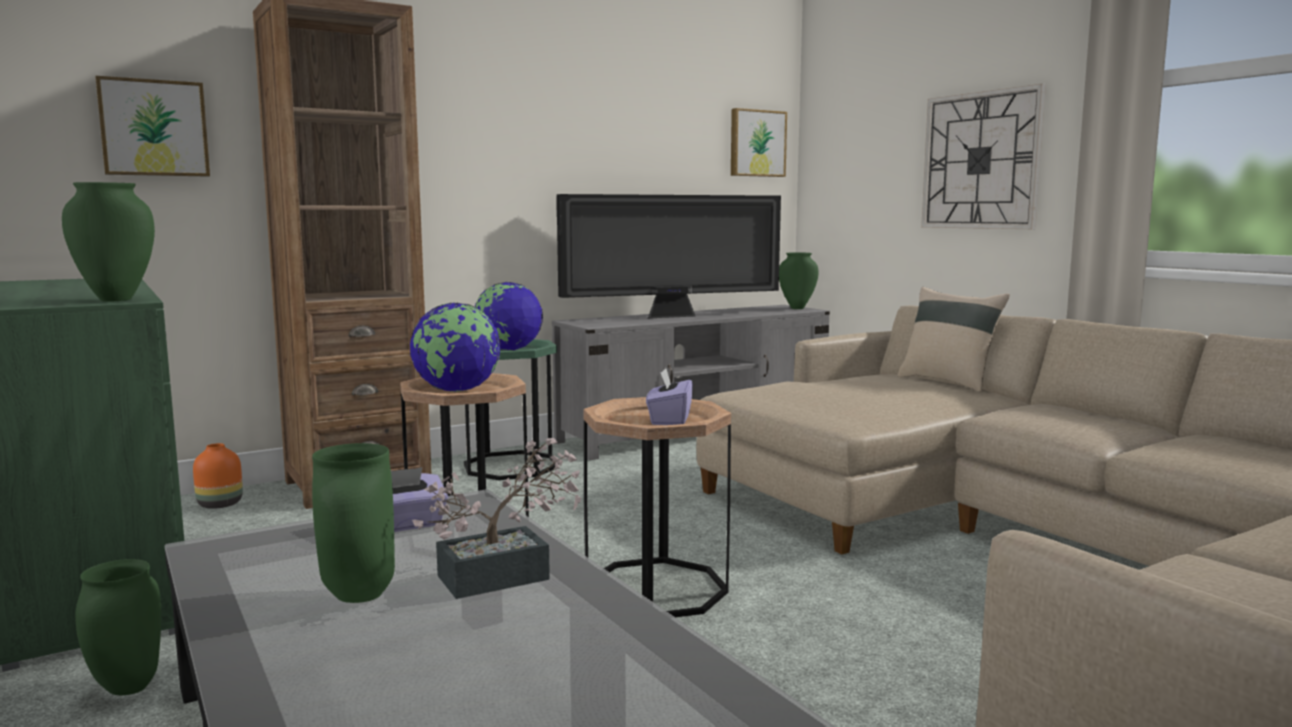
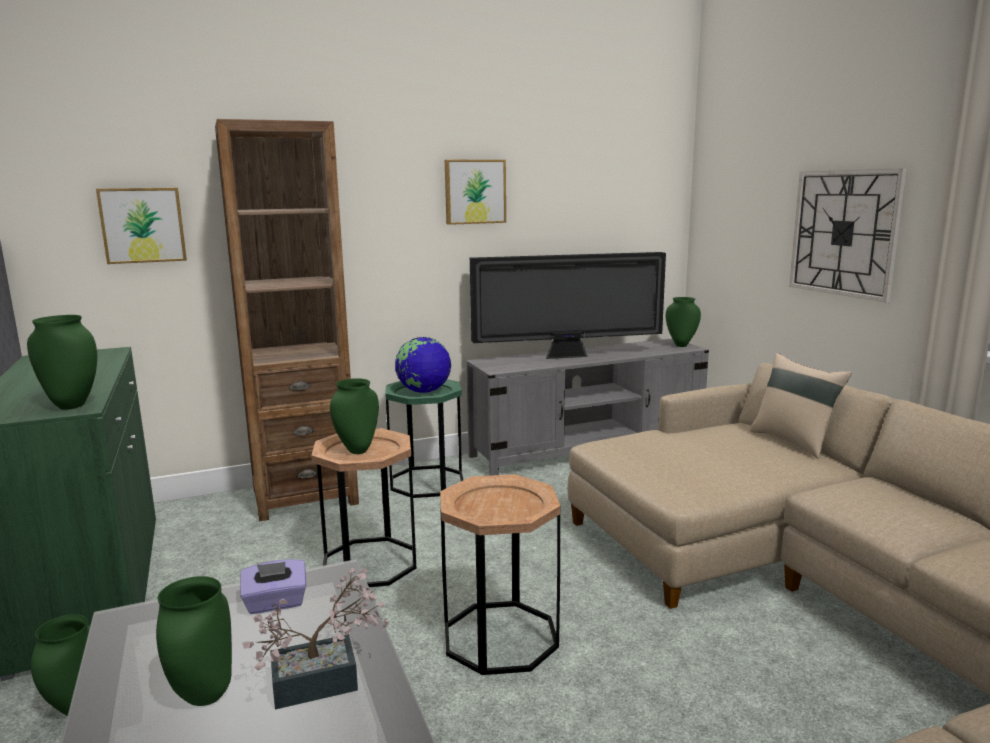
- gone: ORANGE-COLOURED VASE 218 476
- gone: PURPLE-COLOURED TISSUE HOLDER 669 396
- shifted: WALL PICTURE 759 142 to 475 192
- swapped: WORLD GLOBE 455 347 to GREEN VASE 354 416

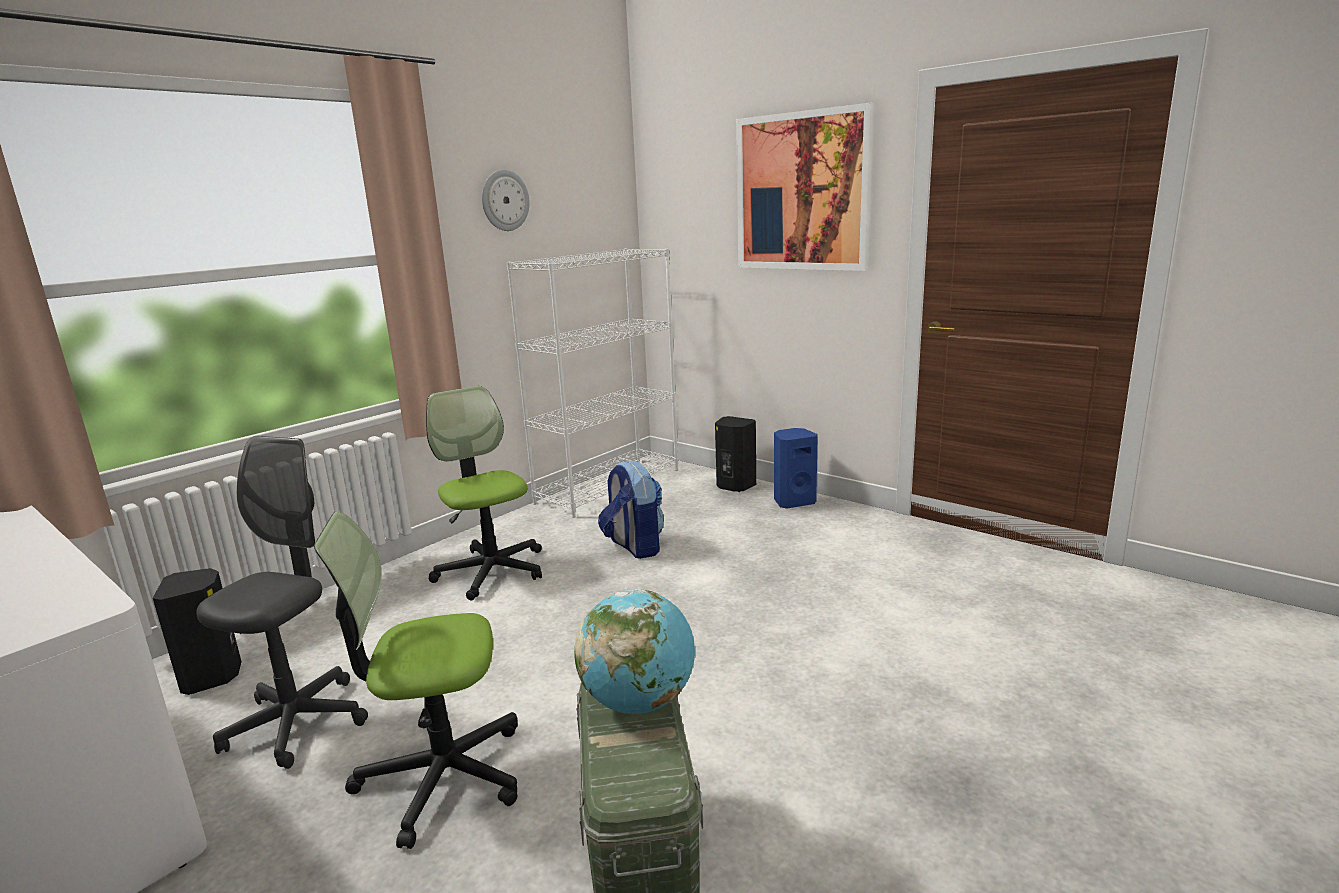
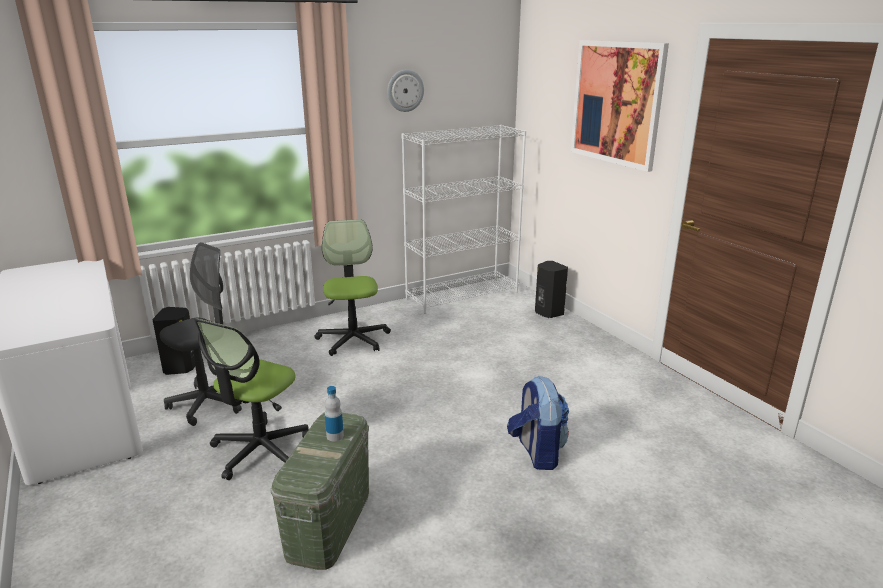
- gone: BLUISH SPEAKER 796 468
- shifted: RUCKSACK 631 509 to 538 423
- swapped: WORLD GLOBE 634 651 to BEVERAGE BOTTLE 334 413
- rotated: COMPUTER CHAIR 416 680 = 251 399 75 degrees counterclockwise

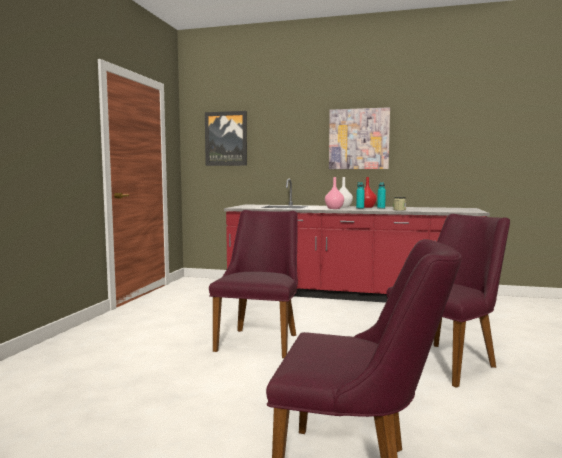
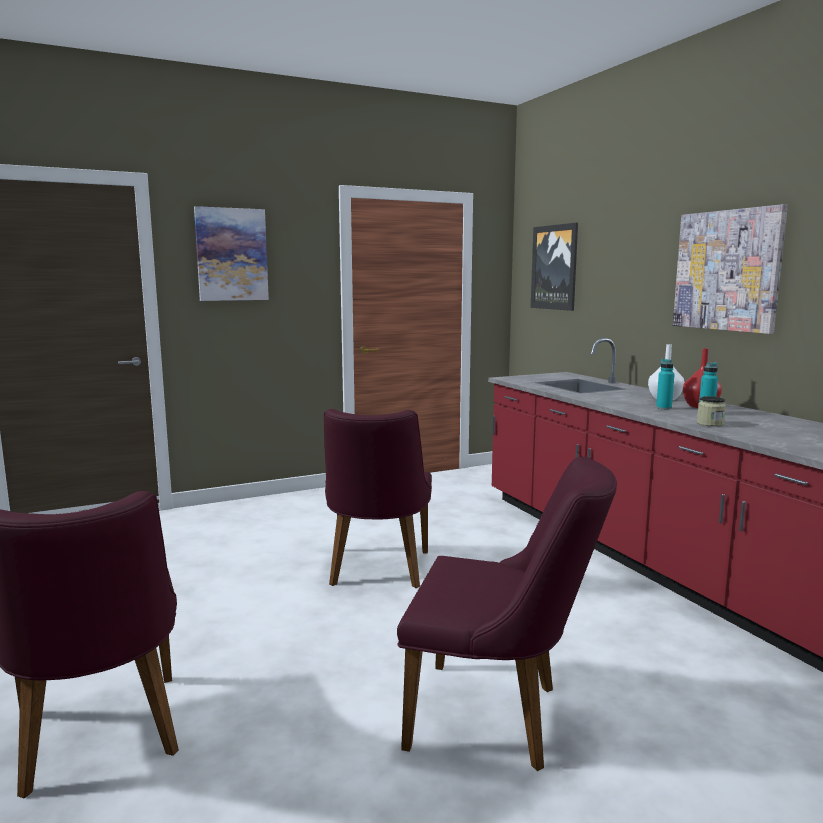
- gone: PINK VASE 334 193
- new: WALL PICTURE 231 253
- rotated: PURPLE-COLOURED PLAIN CHAIR 253 284 = 378 498 120 degrees clockwise

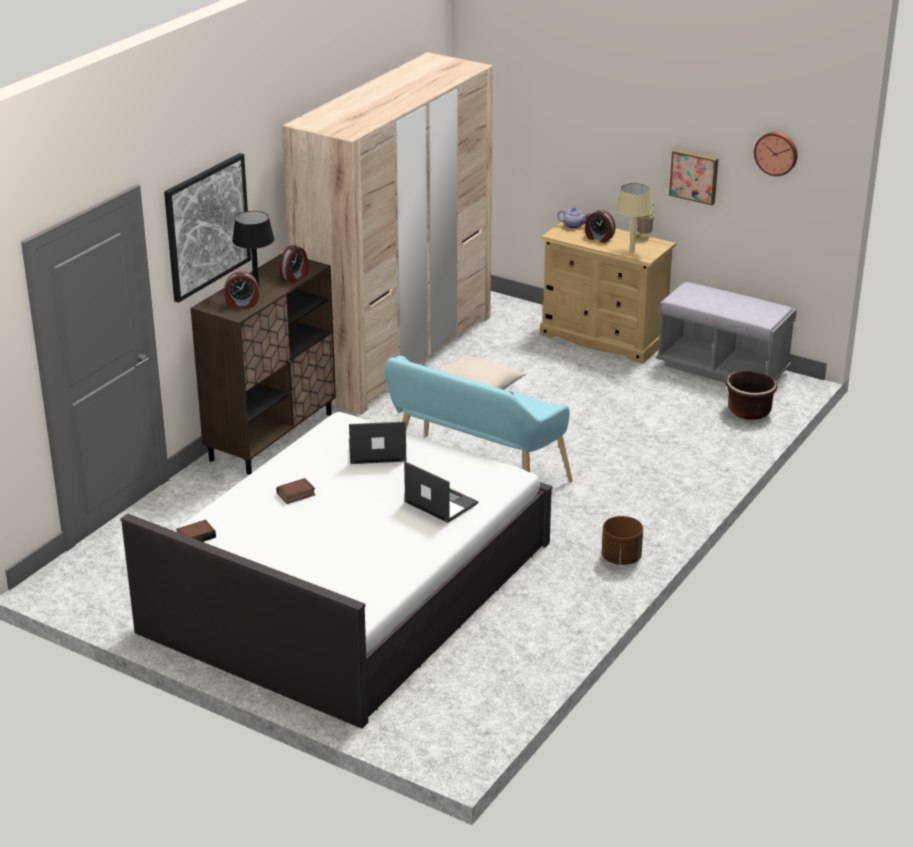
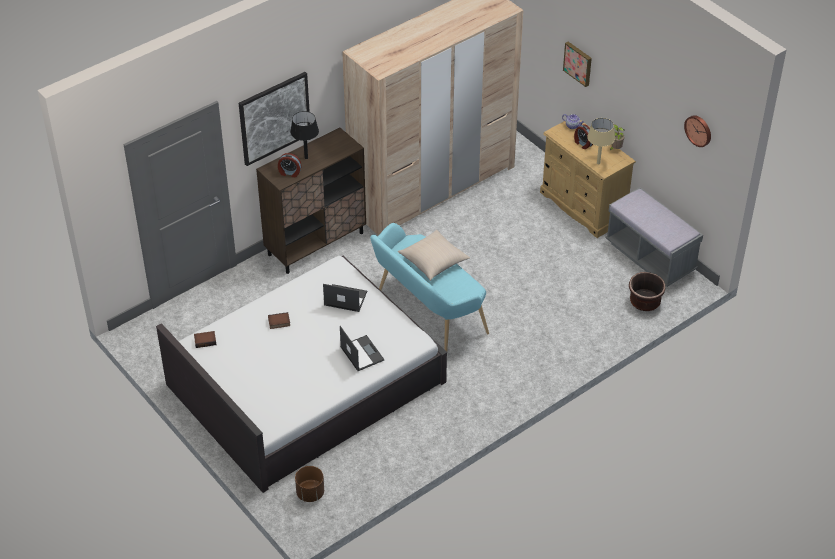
- gone: BEDSIDE CLOCK 293 264
- shifted: BROWNISH FLOWER POT 622 540 to 309 484
- shifted: WALL PICTURE 693 177 to 577 64

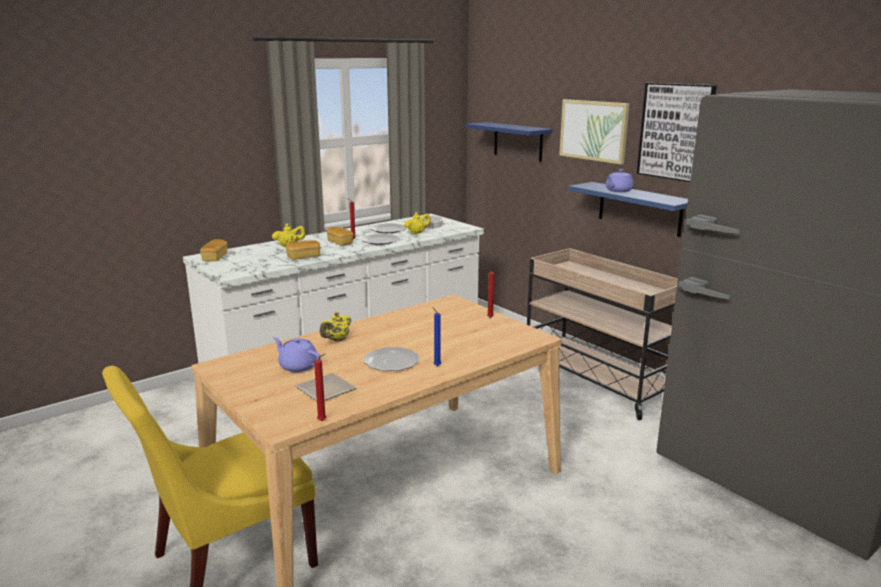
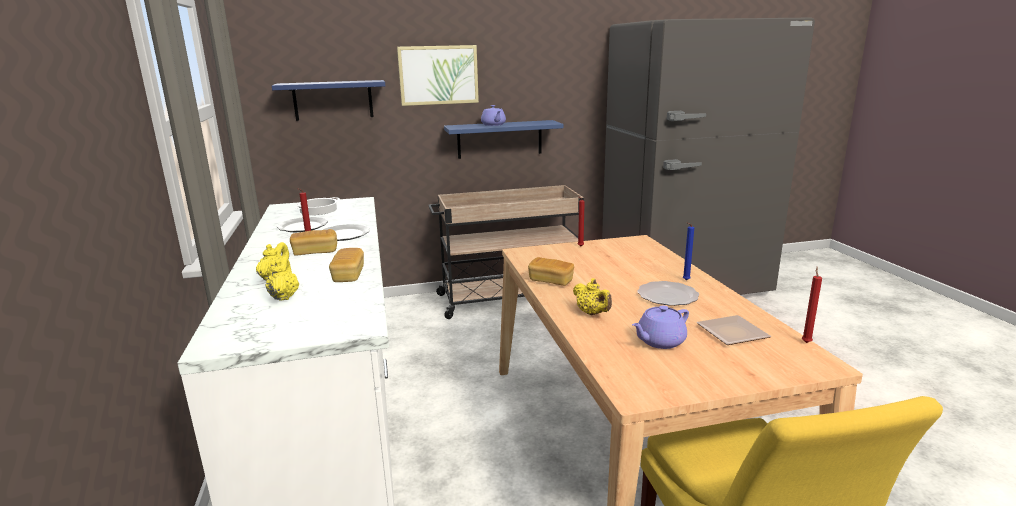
- gone: WALL PICTURE 677 132
- shifted: BREAD 213 250 to 551 271
- shifted: YELLOW-COLOURED POT FOR TEA 417 223 to 282 279

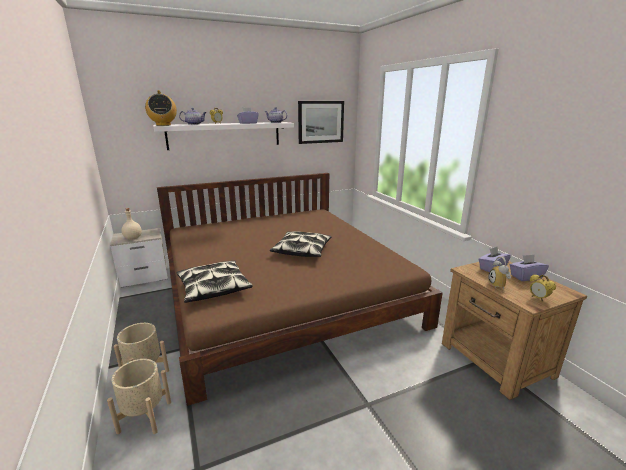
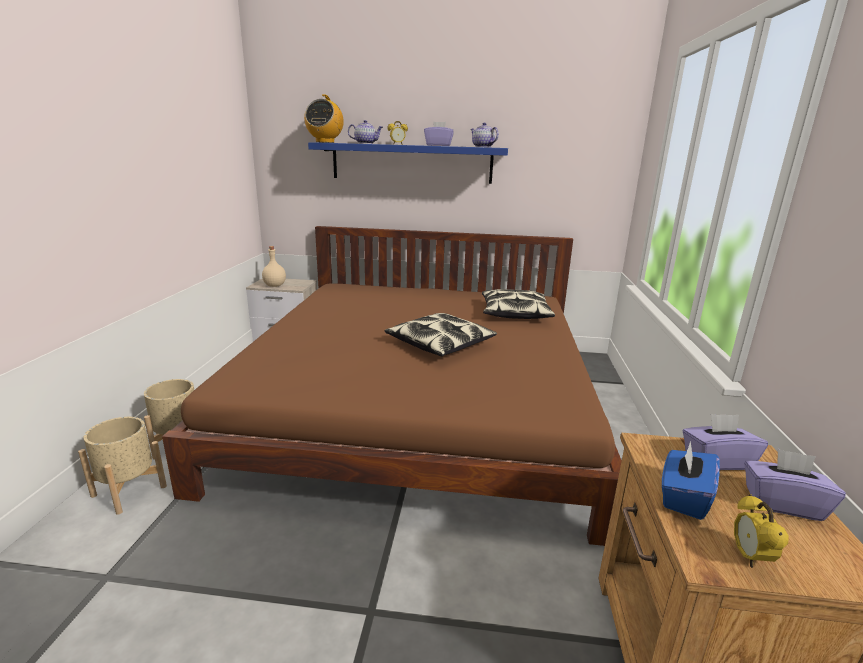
- gone: WALL PICTURE 321 122
- shifted: CUSHION 215 282 to 518 304
- swapped: BEDSIDE CLOCK 499 273 to BLUISH TISSUE HOLDER 691 480
- repainted: WHITE BRACKET SHELF 223 136 to BLUISH BRACKET SHELF 408 163

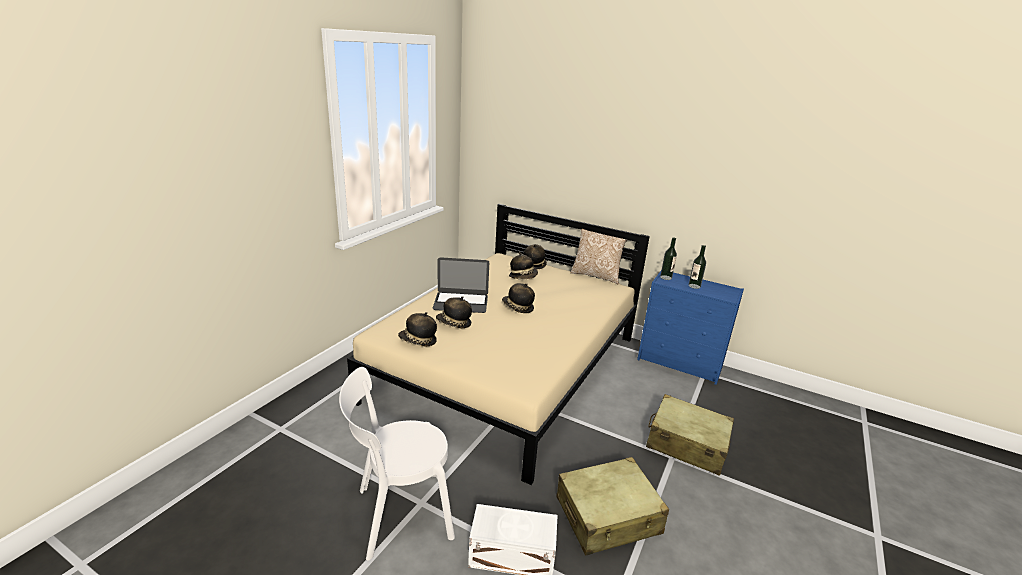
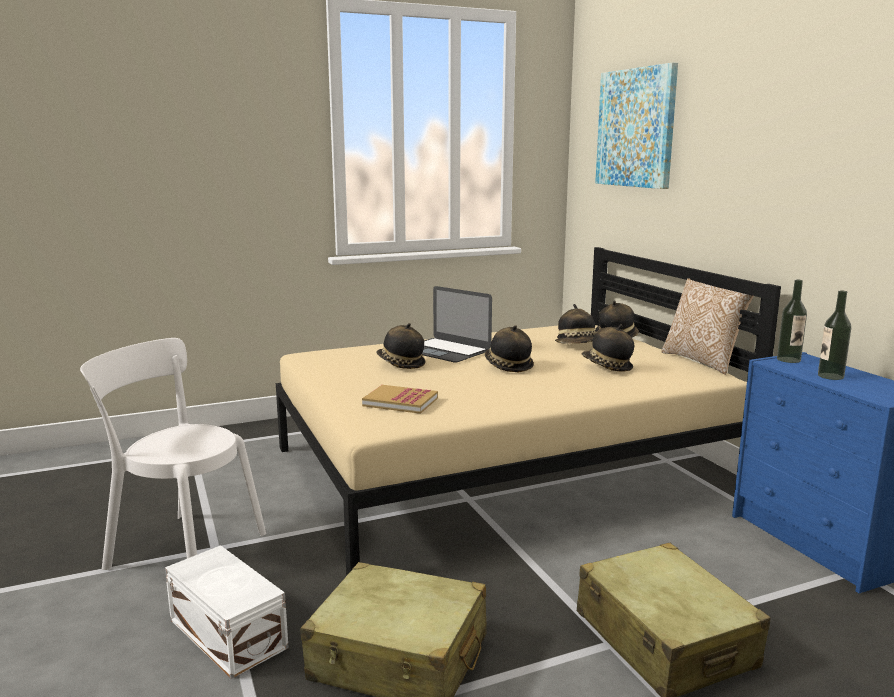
- new: BOOK 400 399
- new: WALL PICTURE 636 126
- shifted: CLOTHING HAT 417 329 to 608 348

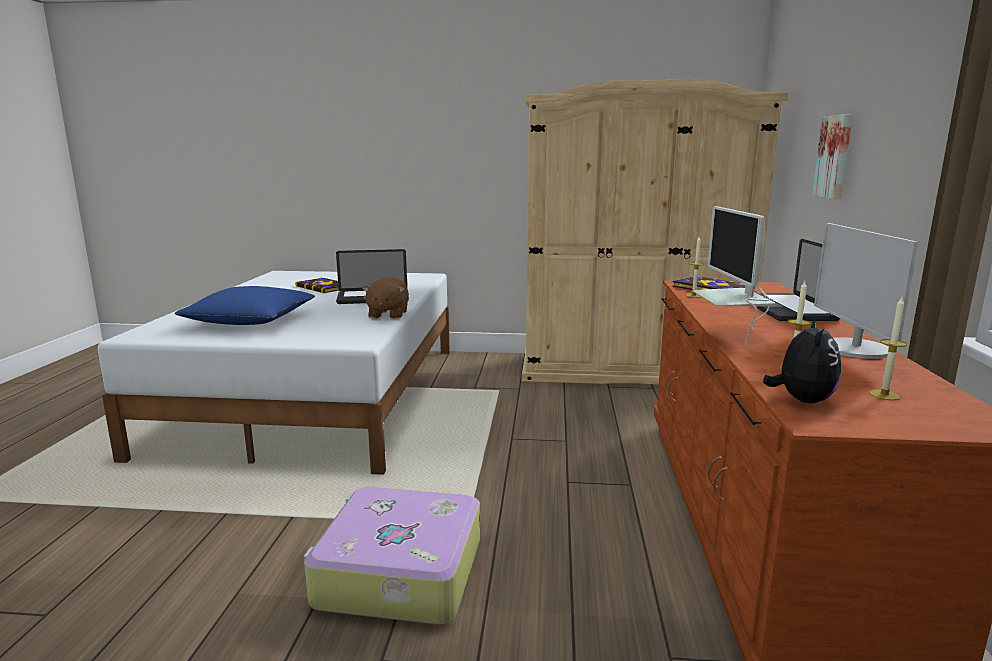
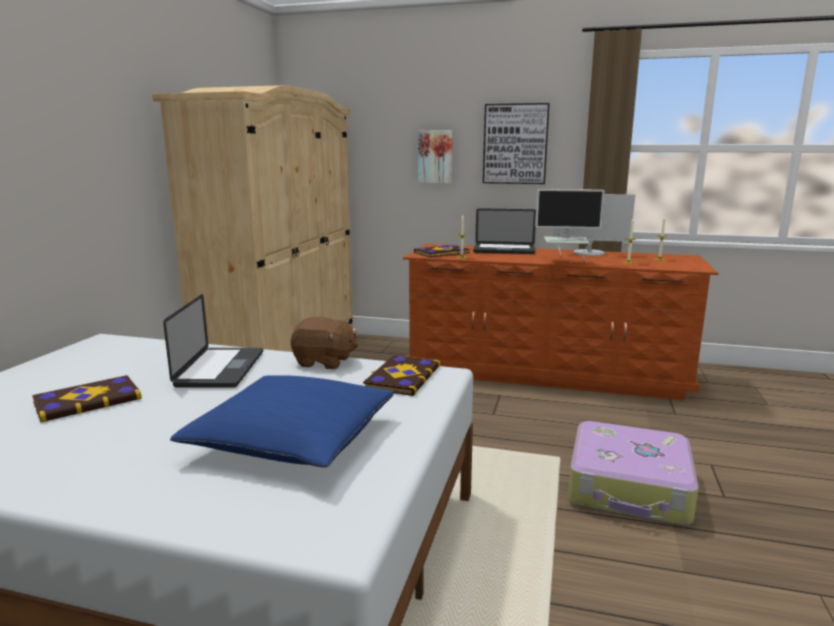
- gone: CUDDLY TOY 802 360
- new: BOOK 401 375
- new: WALL PICTURE 516 143

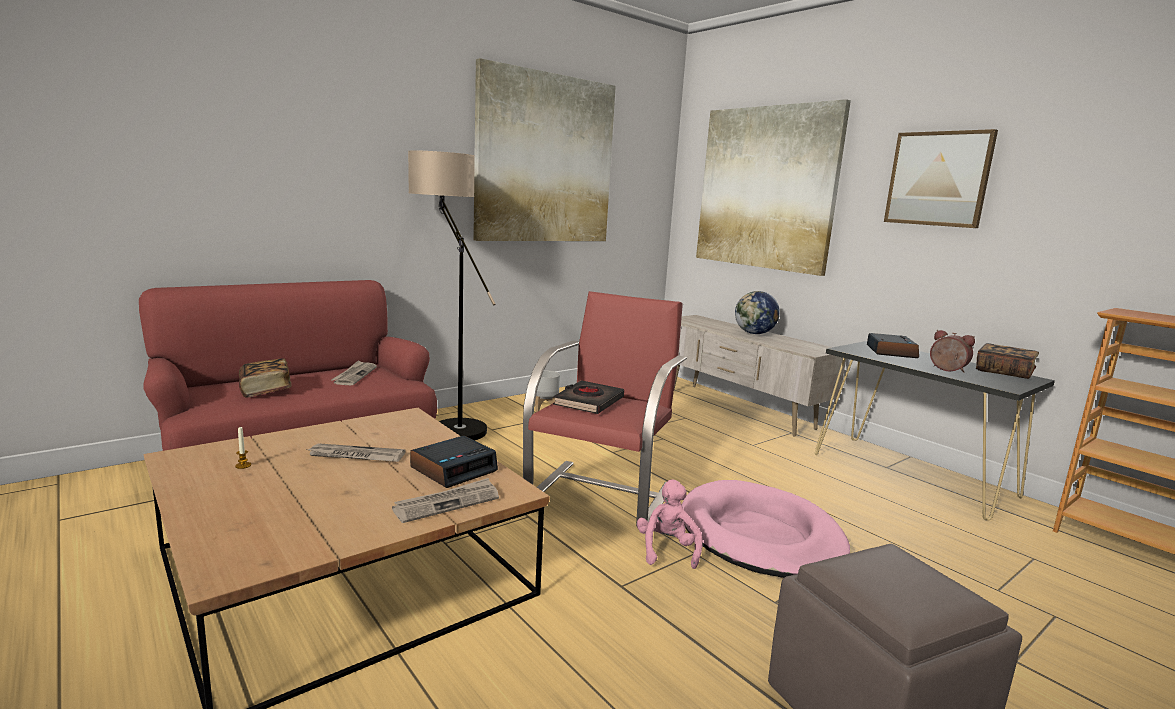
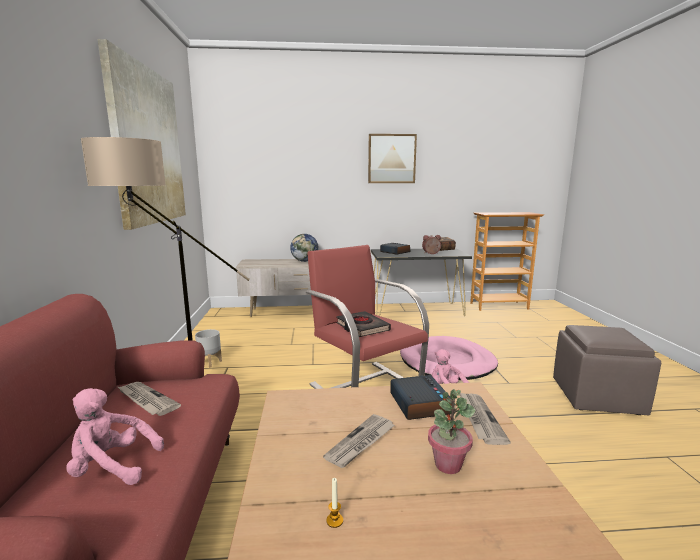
- gone: WALL PICTURE 773 187
- new: PLANT IN A POT 452 431
- swapped: BOOK 265 378 to PINK CUDDLY TOY 115 436

